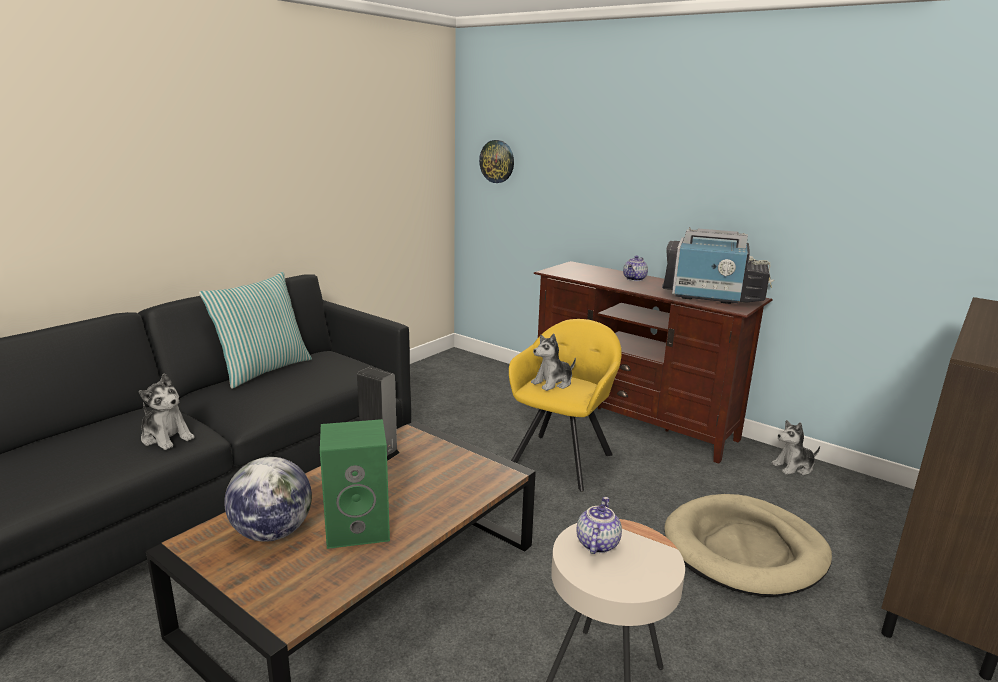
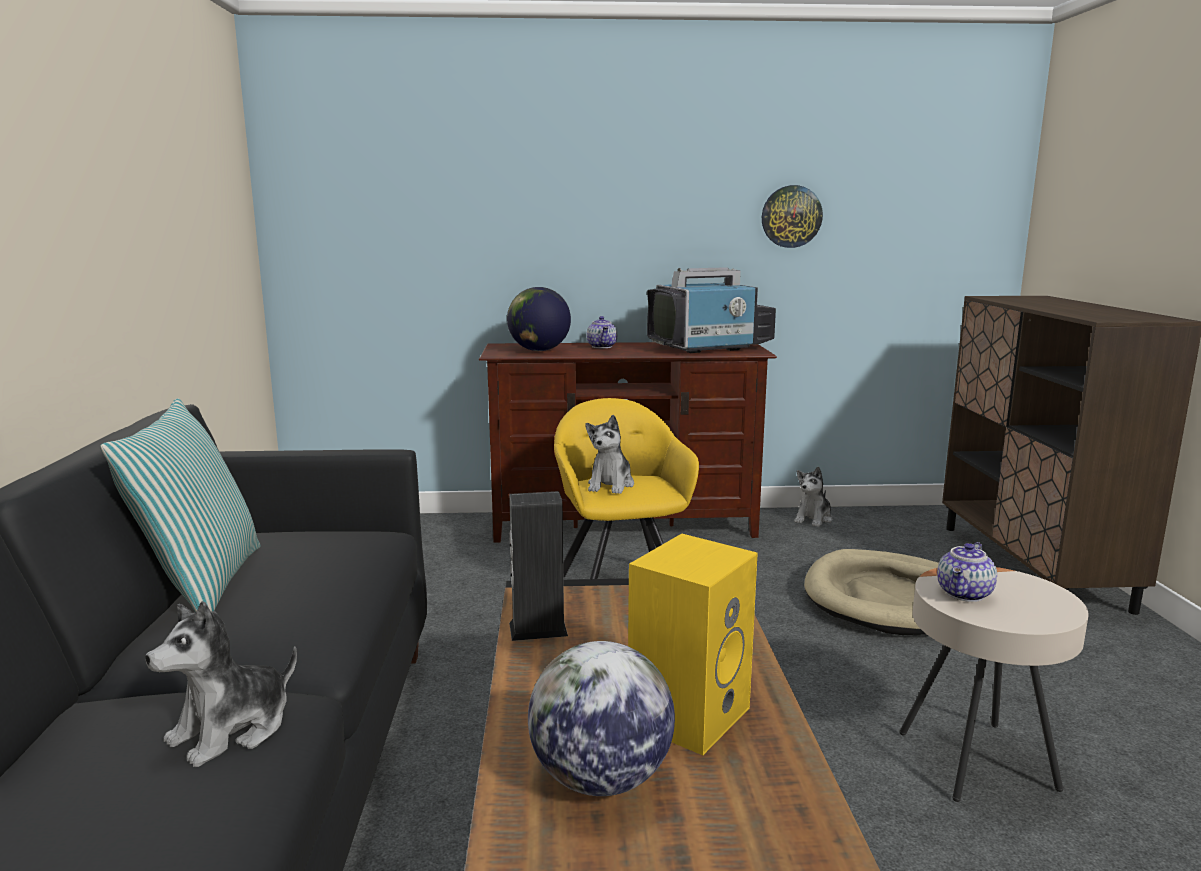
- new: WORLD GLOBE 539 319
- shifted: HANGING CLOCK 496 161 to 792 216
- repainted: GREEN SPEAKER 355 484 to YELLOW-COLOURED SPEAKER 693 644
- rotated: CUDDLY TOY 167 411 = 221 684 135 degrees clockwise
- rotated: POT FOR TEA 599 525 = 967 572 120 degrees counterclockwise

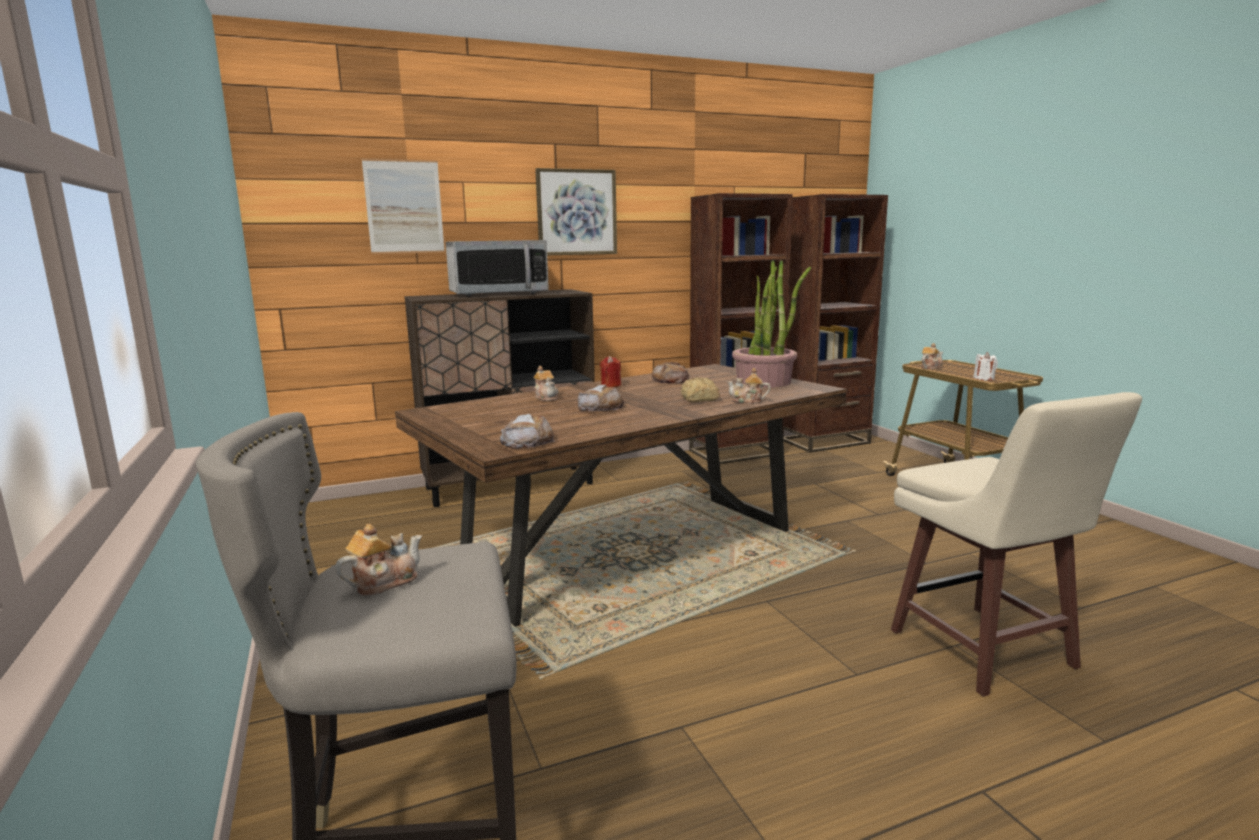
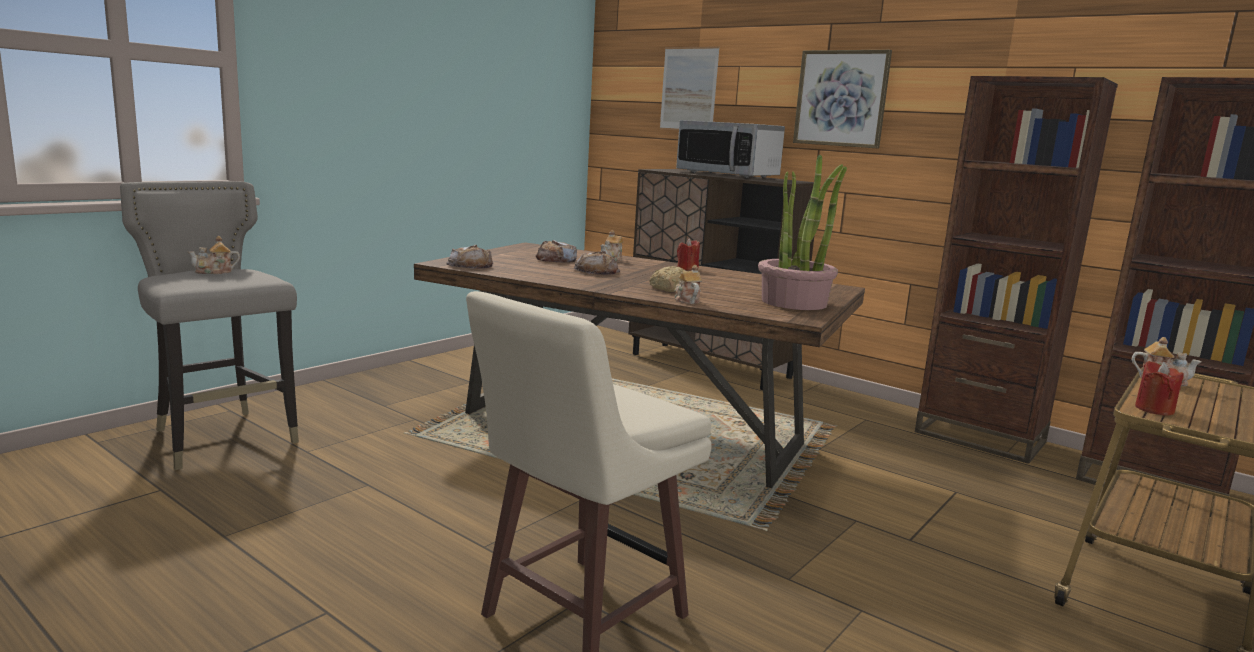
- shifted: BREAD 670 372 to 556 251
- repainted: WHITE WAX LIGHT 985 366 to REDDISH WAX LIGHT 1159 388
- rotated: POT FOR TEA 378 560 = 214 255 135 degrees clockwise

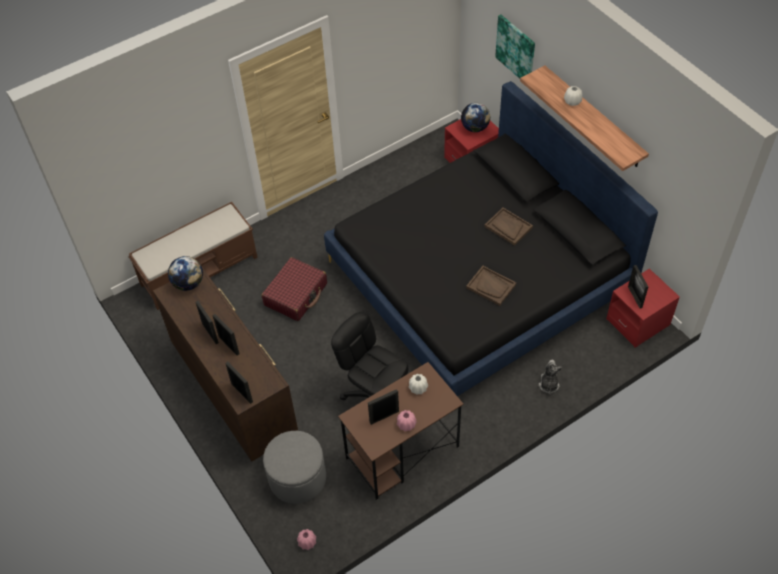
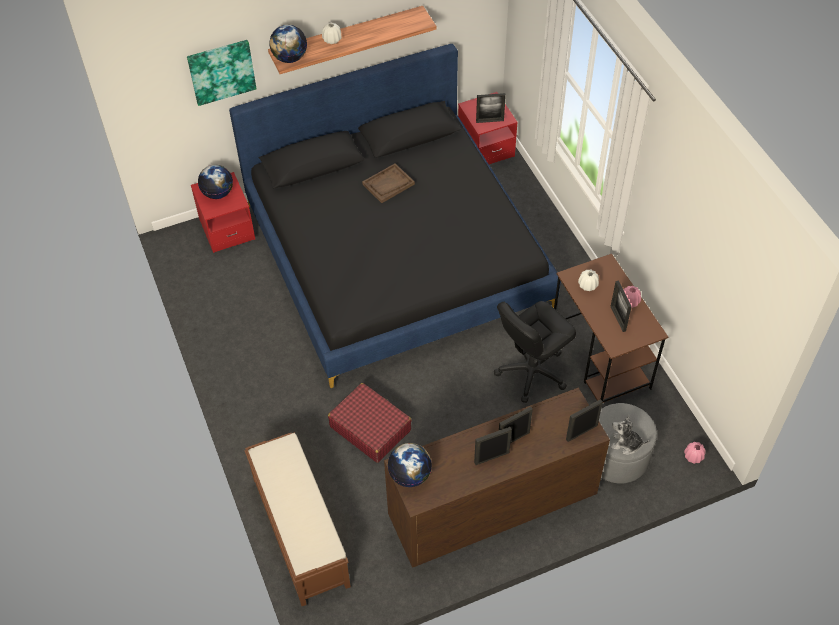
- gone: BROWNISH SERVING TRAY 491 286
- new: WORLD GLOBE 288 44
- shifted: CUDDLY TOY 550 377 to 630 434

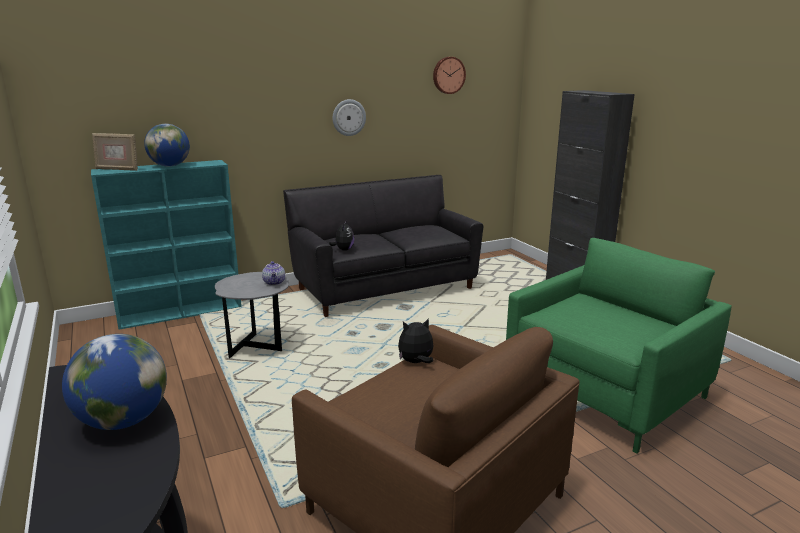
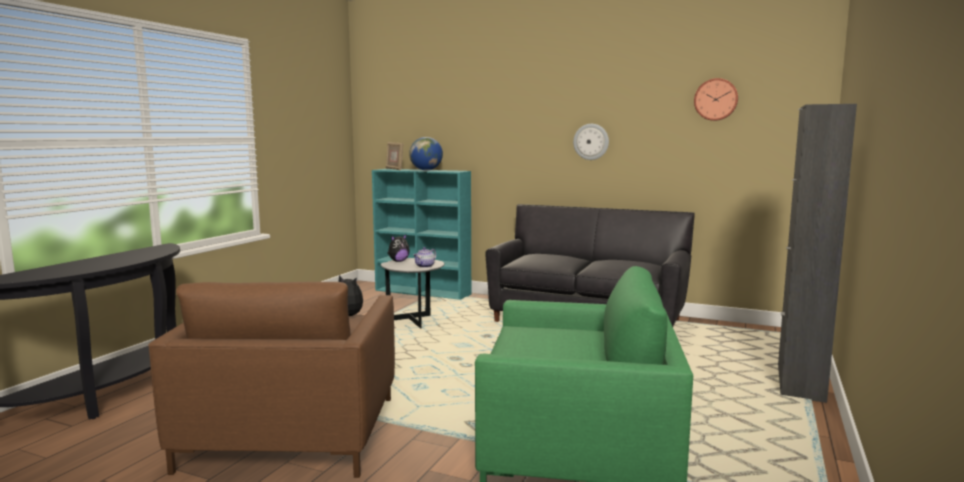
- gone: WORLD GLOBE 114 382
- shifted: CUDDLY TOY 341 236 to 398 248

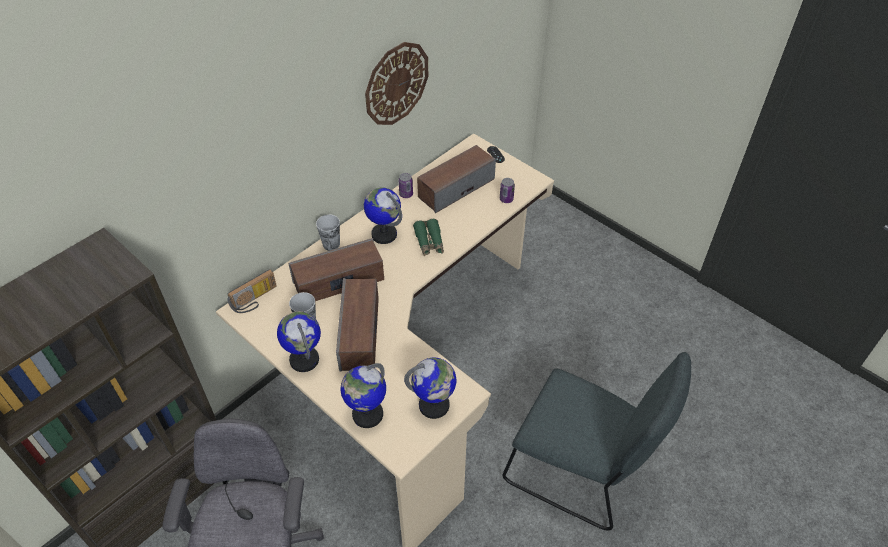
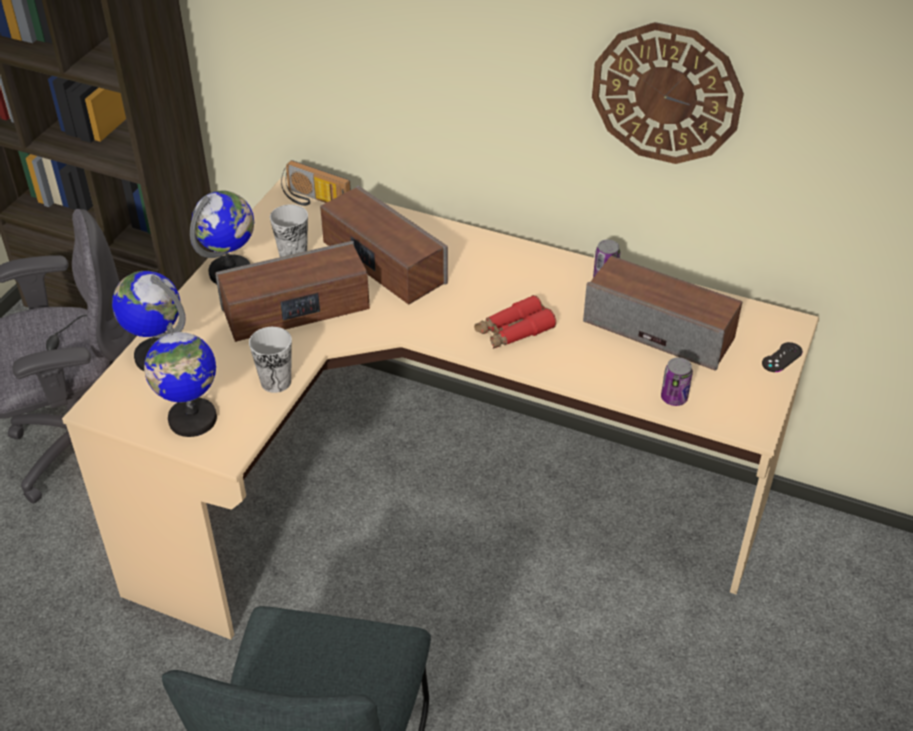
- gone: WORLD GLOBE 383 215
- shifted: SMALL CUP 328 232 to 270 360
- repainted: GREEN BINOCULARS 428 237 to REDDISH BINOCULARS 515 322

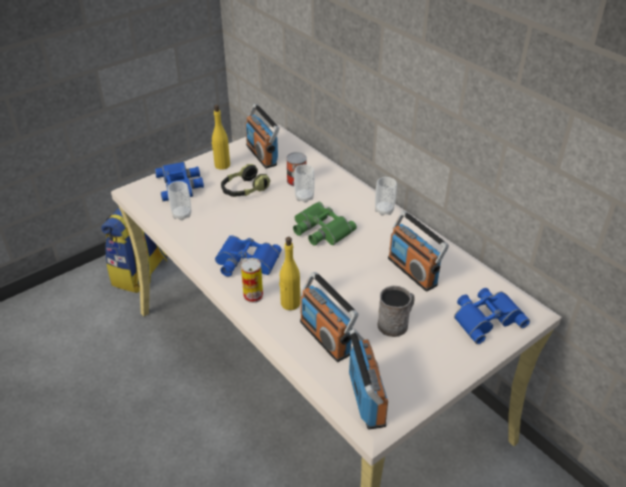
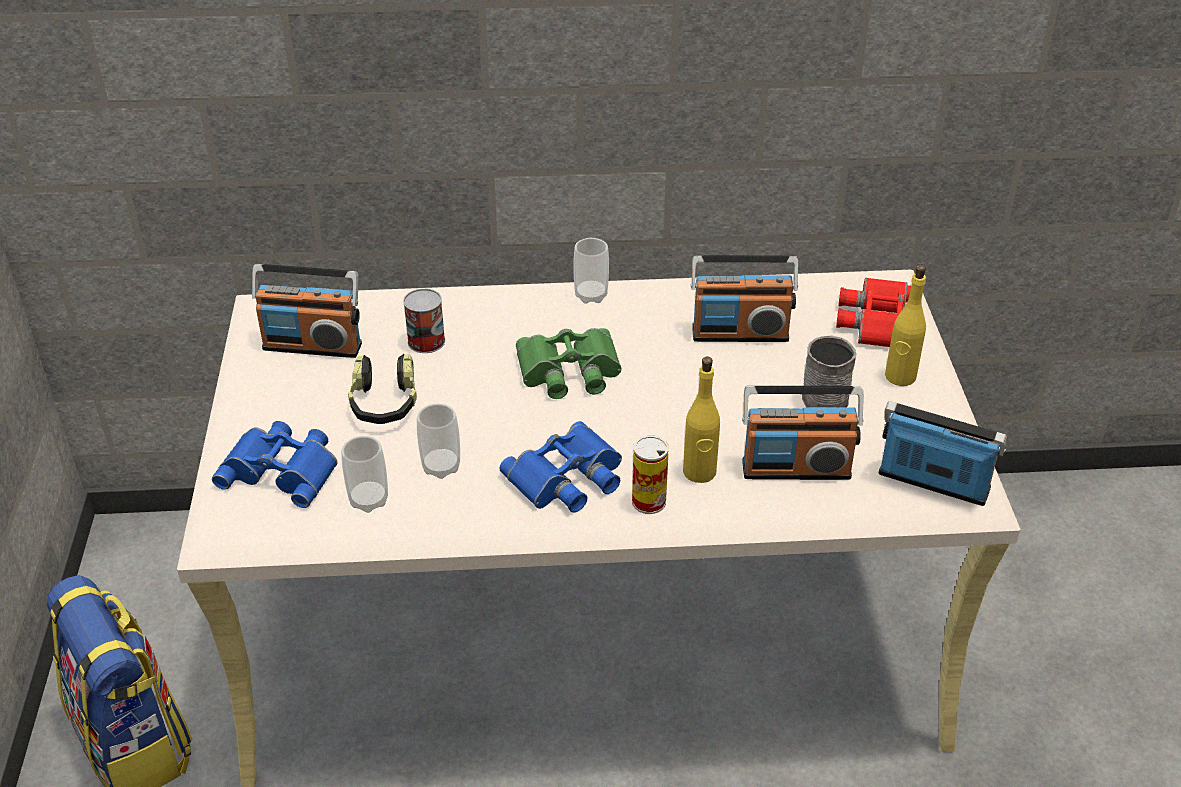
- shifted: YELLOW-COLOURED BEVERAGE BOTTLE 220 137 to 905 325
- shifted: SMALL CUP 304 184 to 438 441
- repainted: BLUISH BINOCULARS 492 316 to REDDISH BINOCULARS 873 312

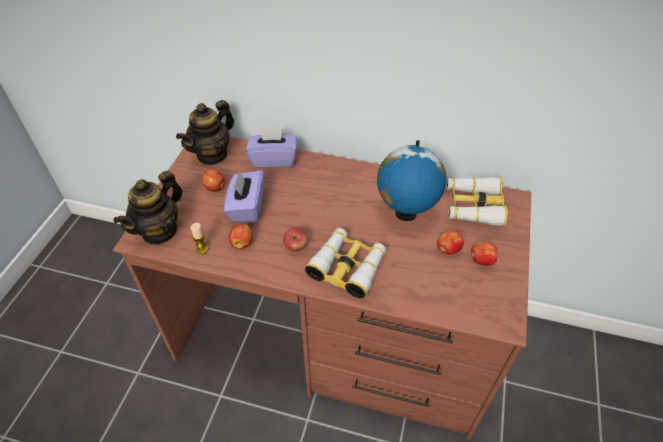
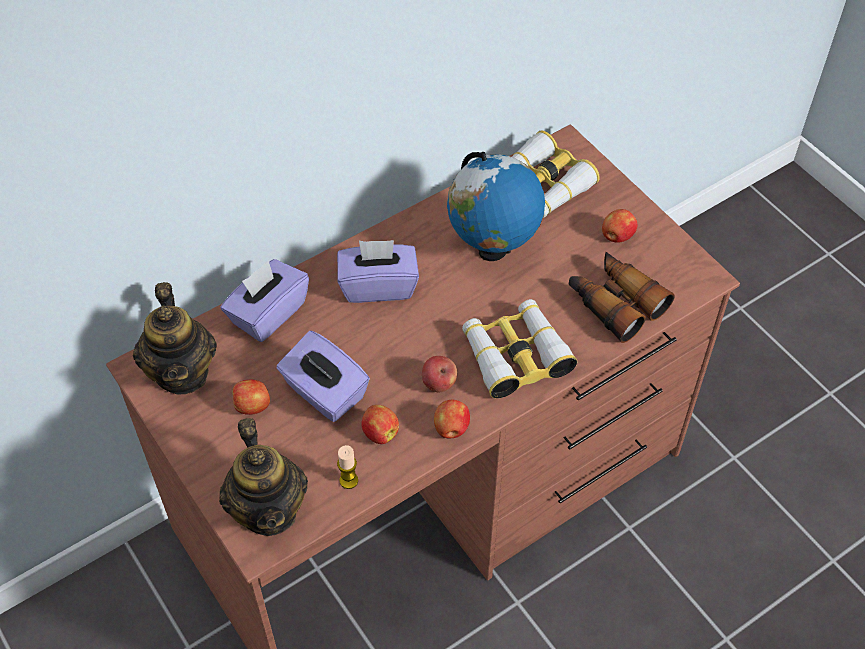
- new: PURPLE-COLOURED TISSUE HOLDER 378 271
- new: BINOCULARS 622 297
- shifted: APPLE FRUIT 450 242 to 452 419

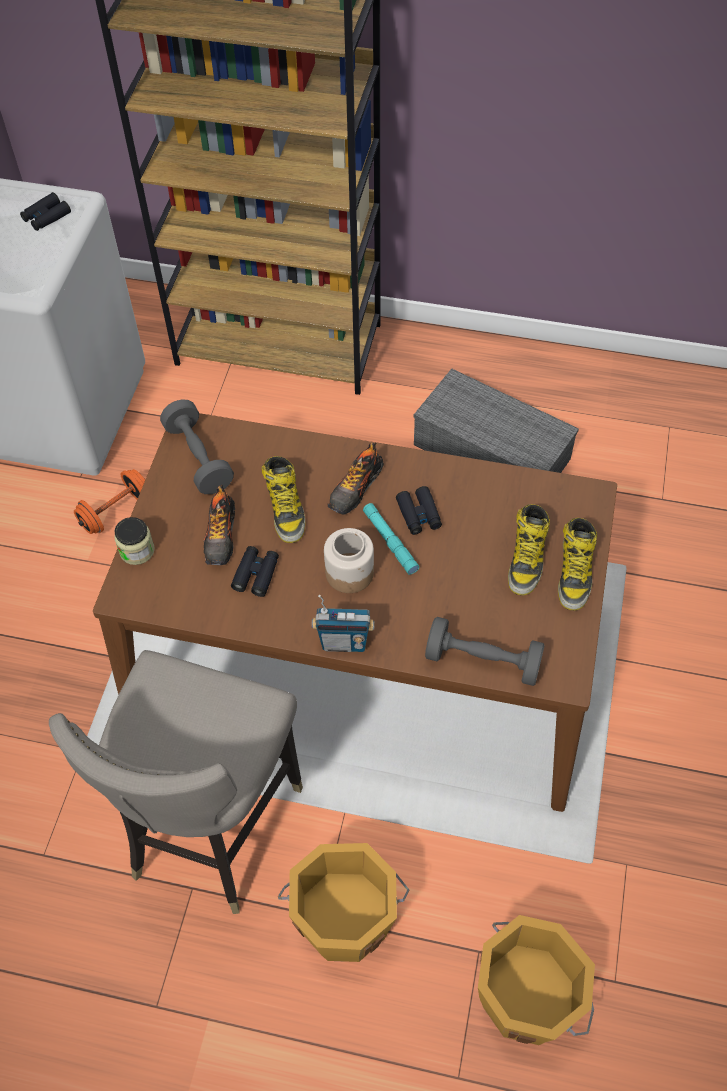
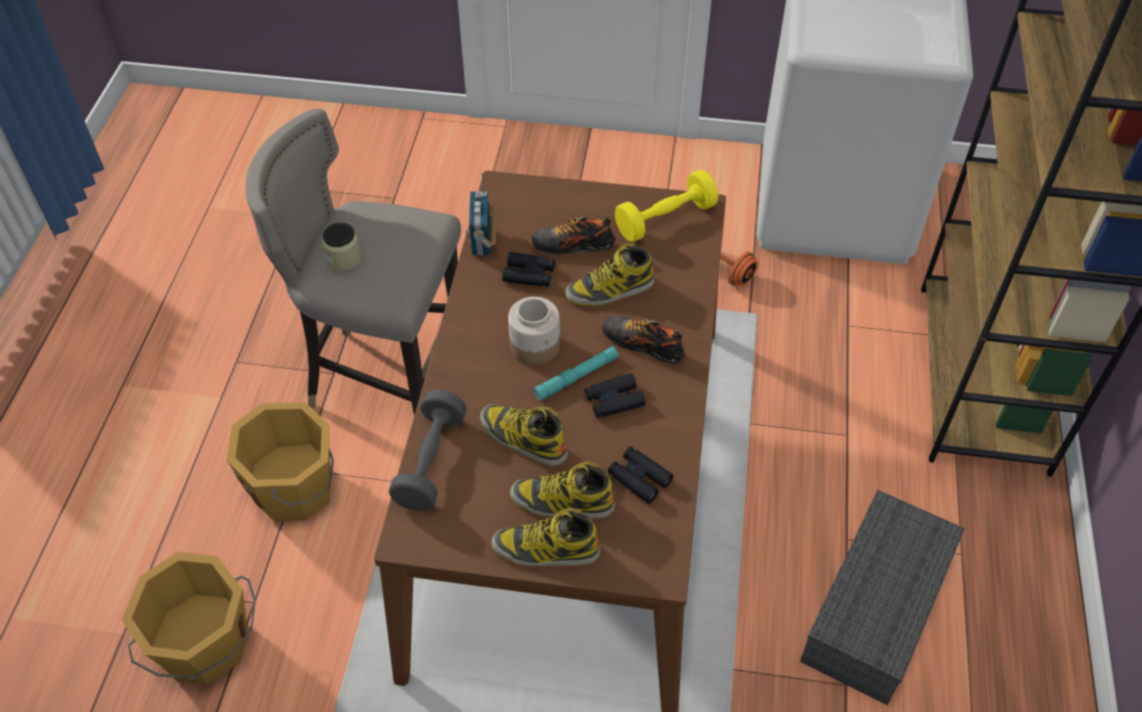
- new: TALL BOOT 524 435
- shifted: BLACK BINOCULARS 45 211 to 640 475
- shifted: STORAGE JAR 134 541 to 341 247
- shifted: RADIO SET 343 623 to 481 214
- repainted: GRAY HAND WEIGHT 197 446 to YELLOW-COLOURED HAND WEIGHT 666 206

